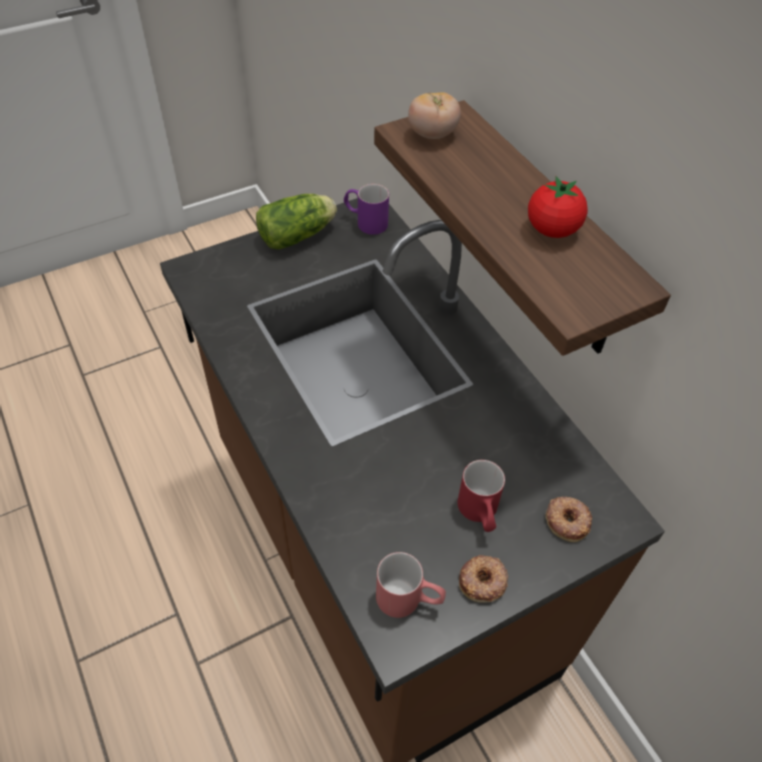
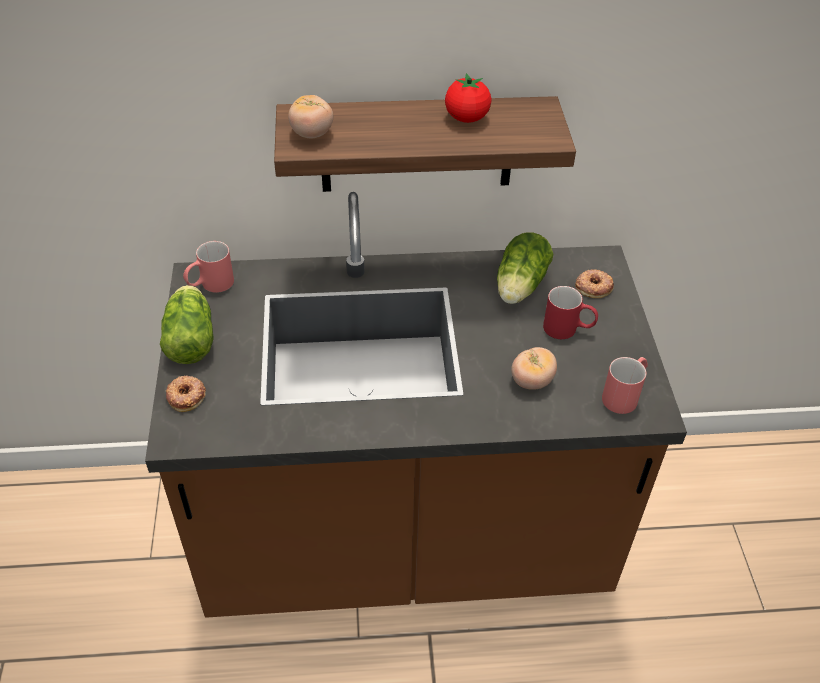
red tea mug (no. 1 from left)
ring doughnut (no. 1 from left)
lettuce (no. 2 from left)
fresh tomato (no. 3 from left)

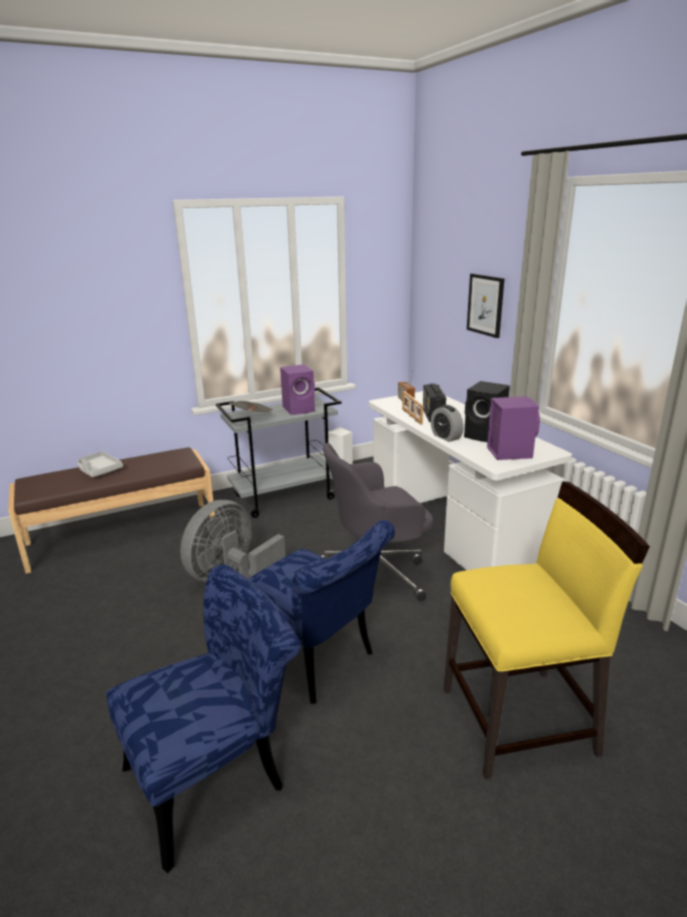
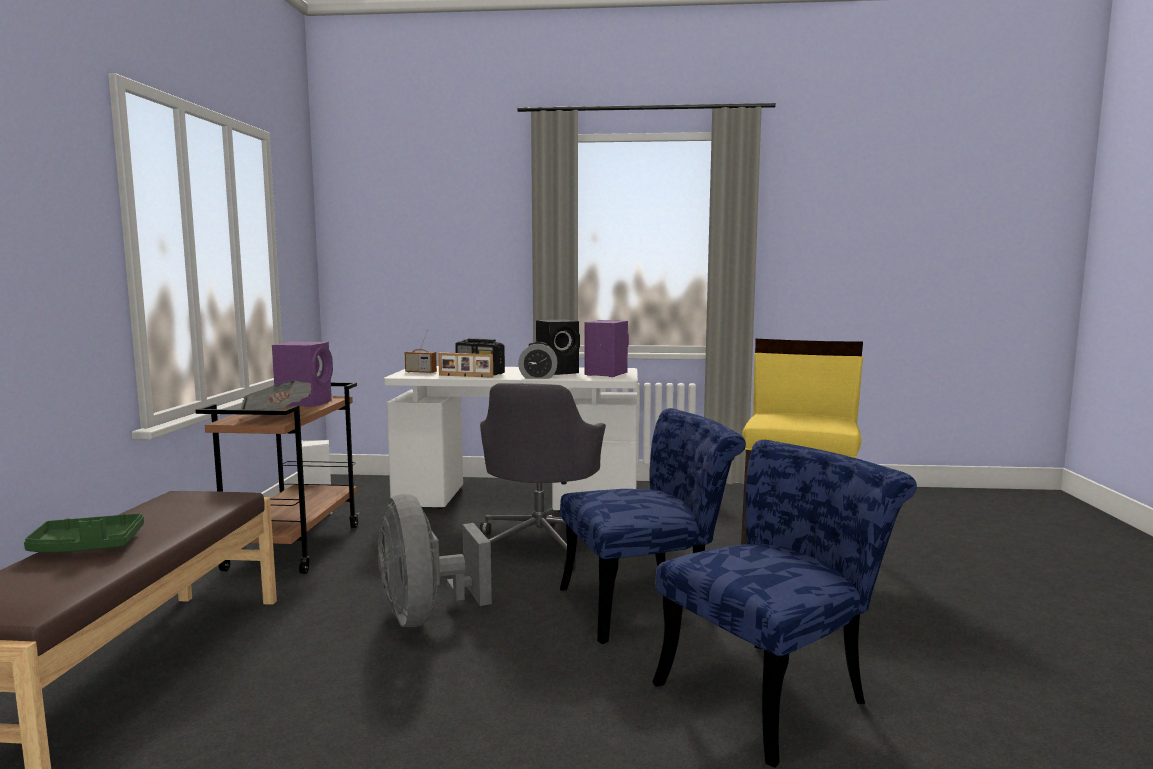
picture
brownish trolley
green-coloured serving tray
blue-coloured chair (no. 2 from left)

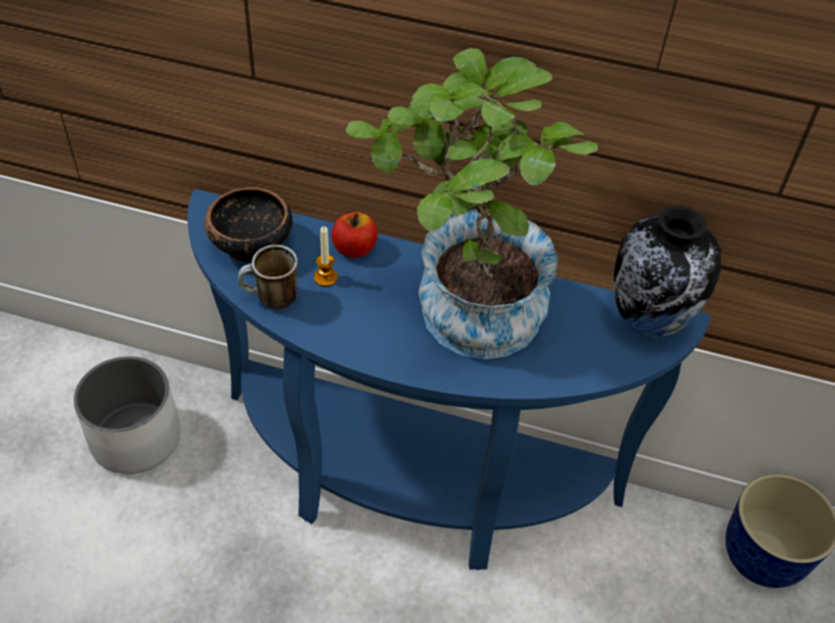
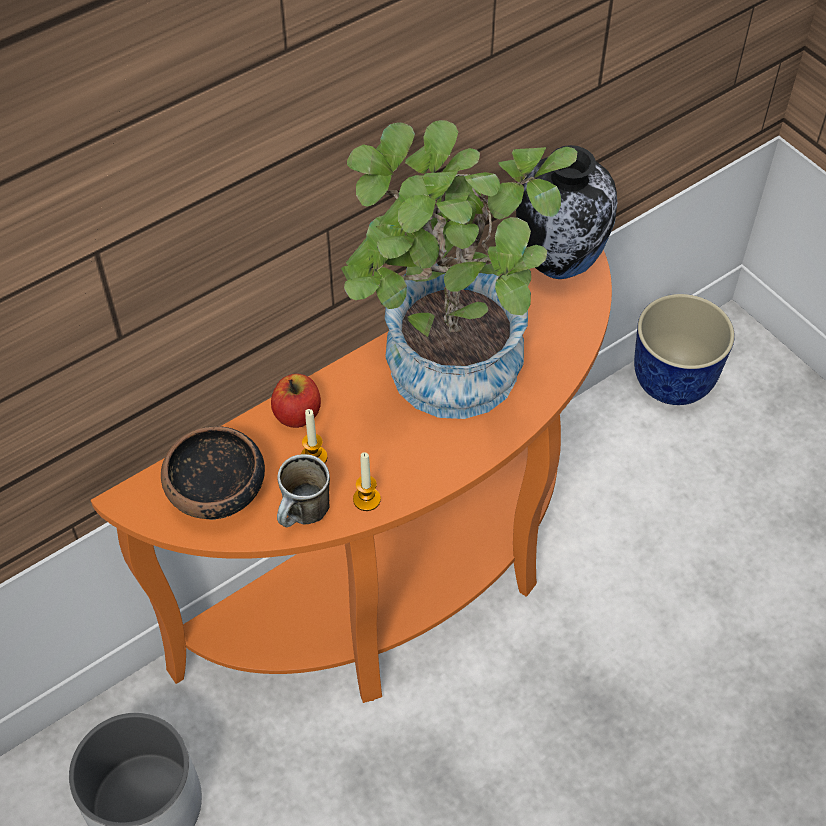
orange narrow table
candle (no. 2 from left)

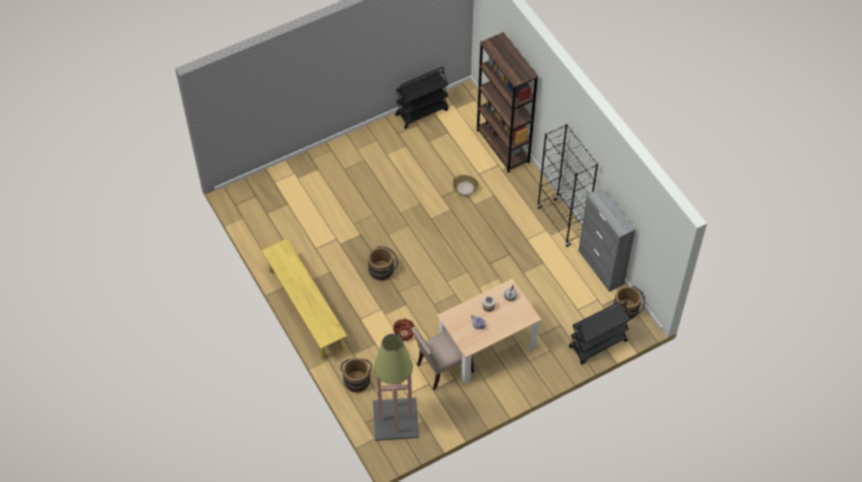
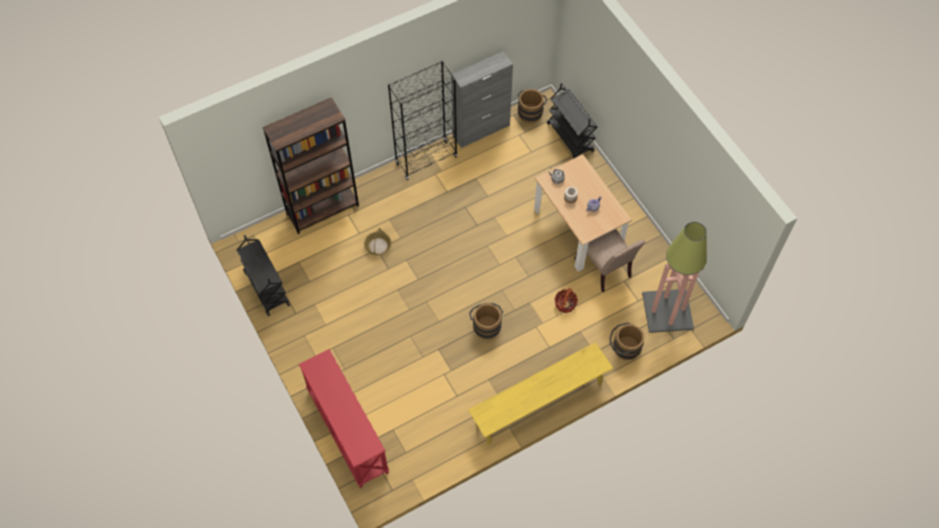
red narrow table

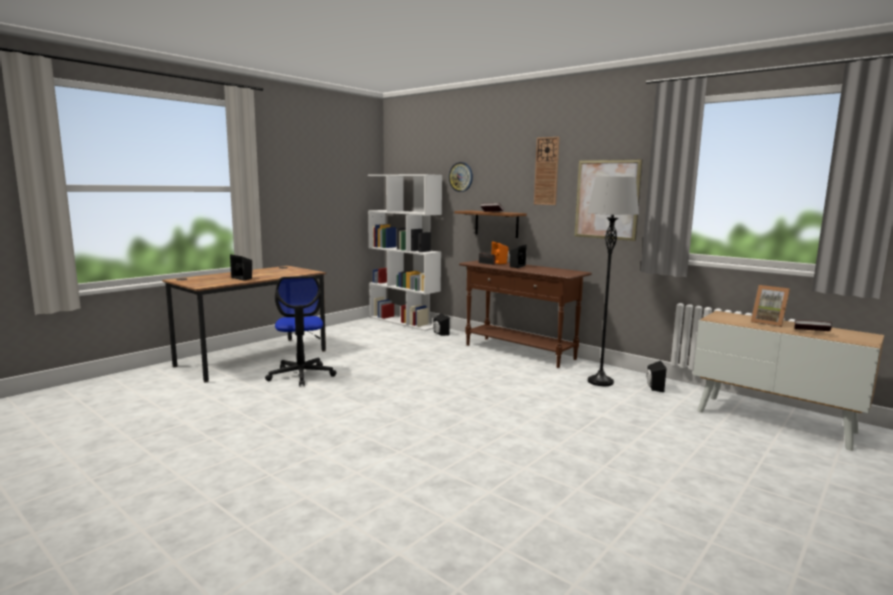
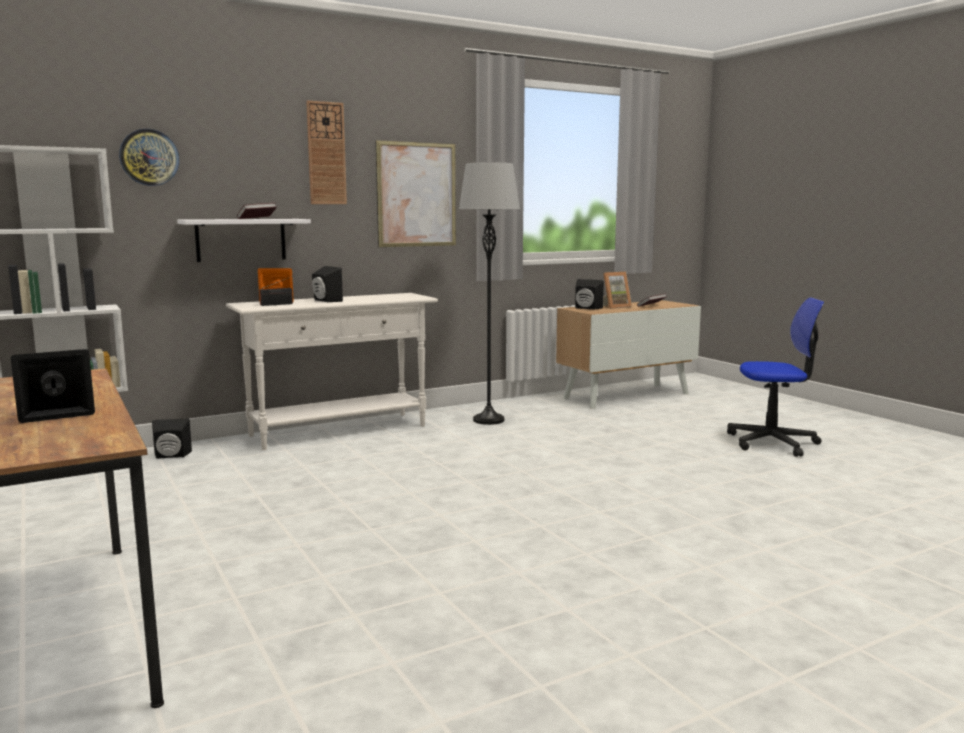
white-coloured bracket shelf
white-coloured narrow table
computer chair
black-coloured speaker (no. 4 from left)

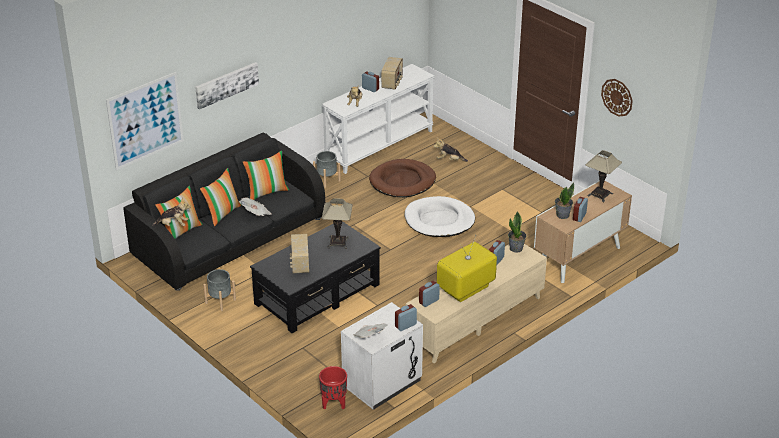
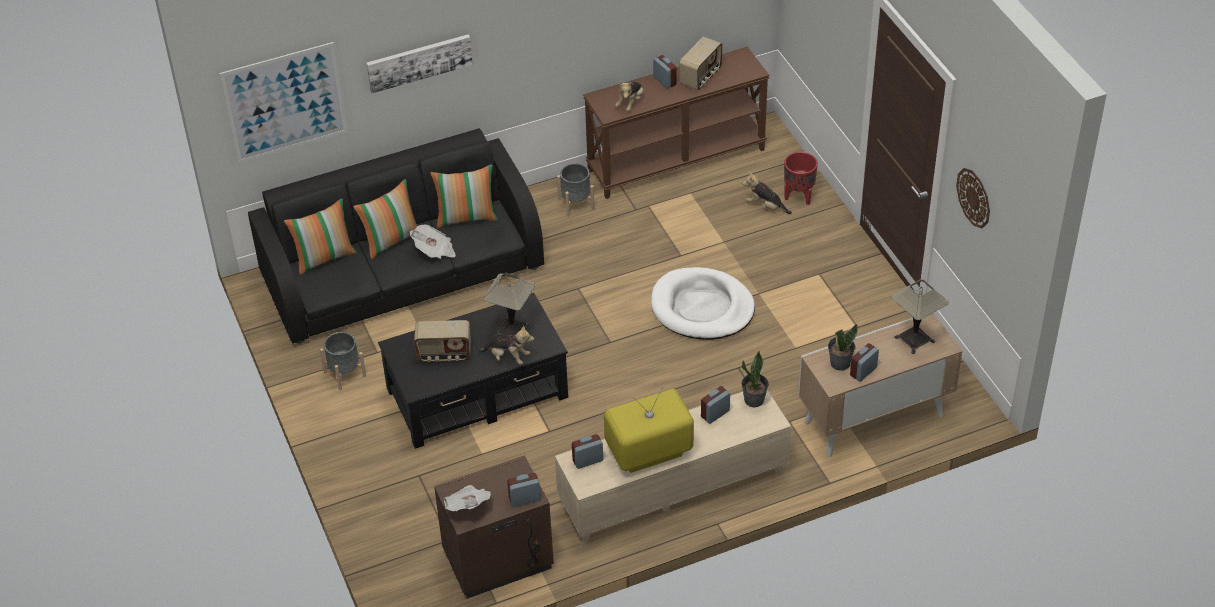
brownish narrow table
brownish dog bed
plush toy (no. 1 from left)
radio (no. 1 from left)
brownish night table
red flower pot

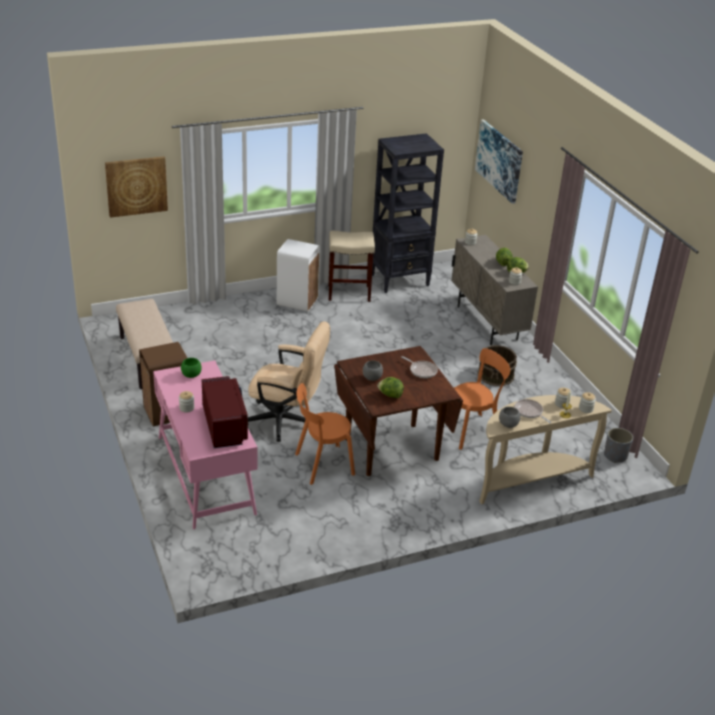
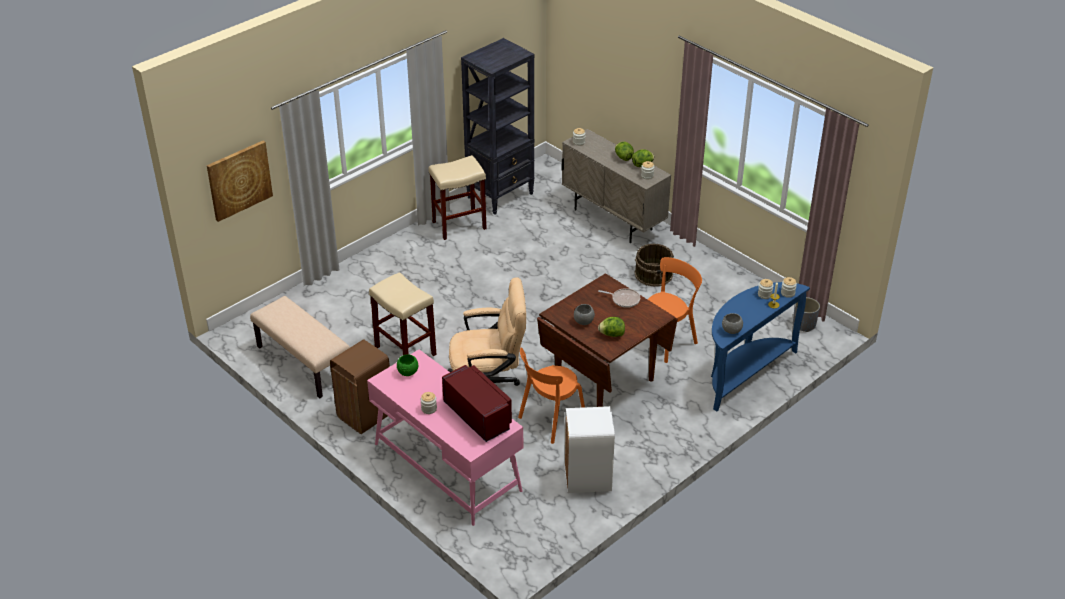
picture (no. 2 from left in the first image)
white-coloured rubbish bin
blue-coloured narrow table
pan (no. 2 from left in the first image)
beige stool (no. 1 from left)

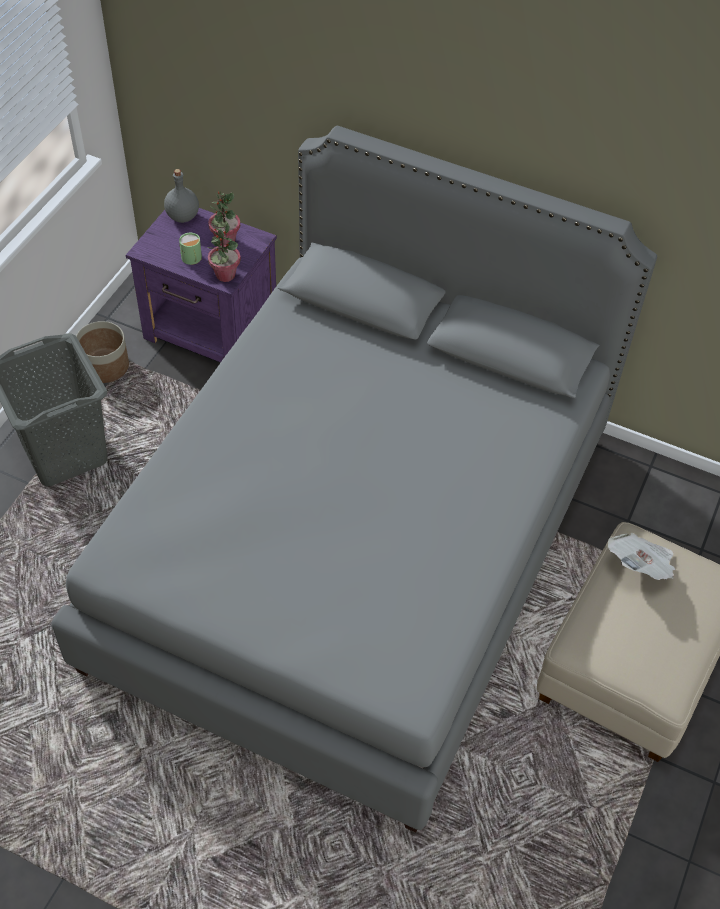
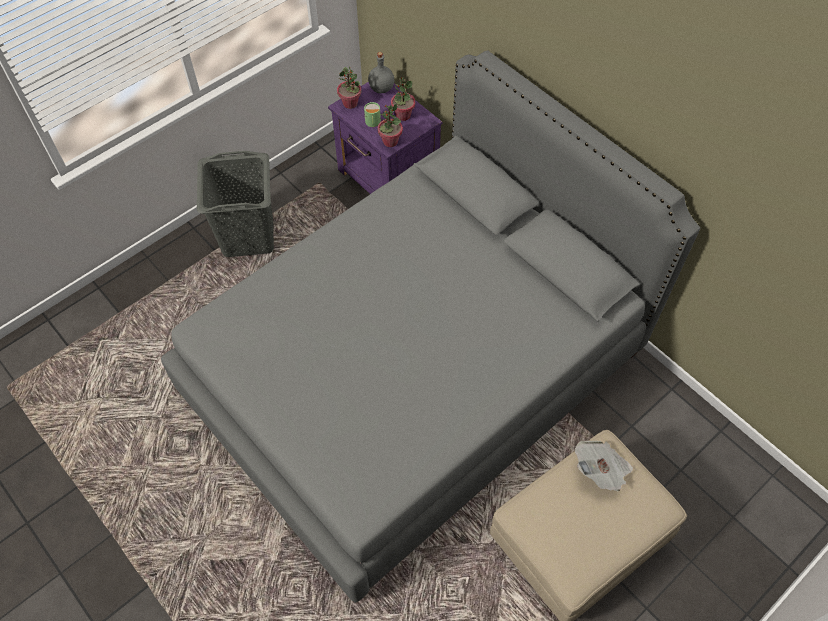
flower pot
potted plant (no. 1 from left)

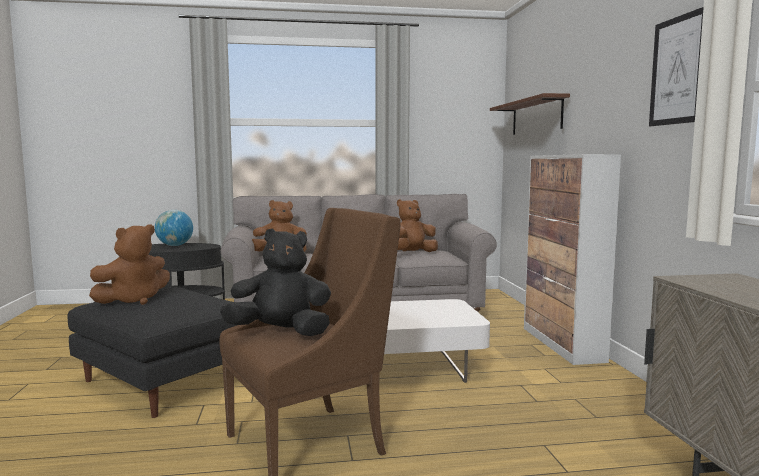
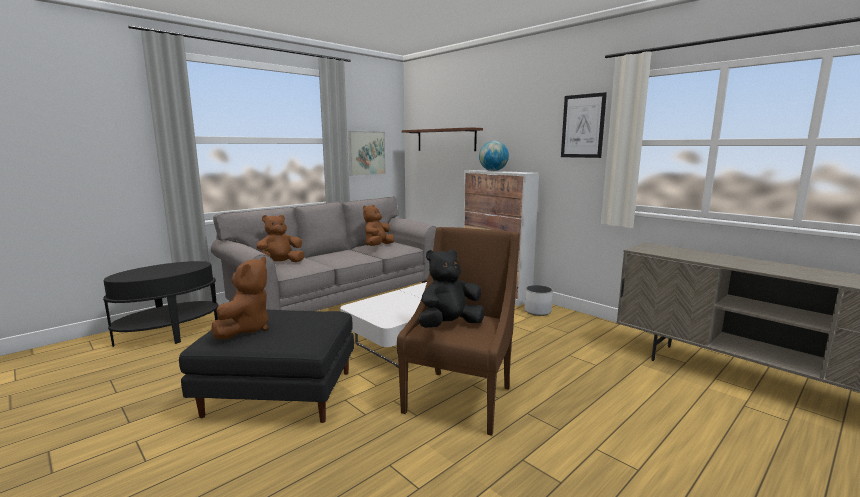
desk globe
picture (no. 1 from left)
white-coloured flower pot

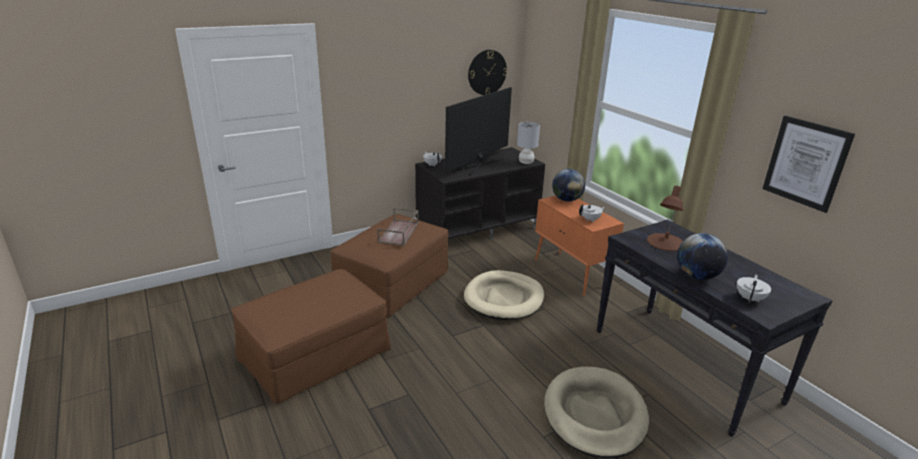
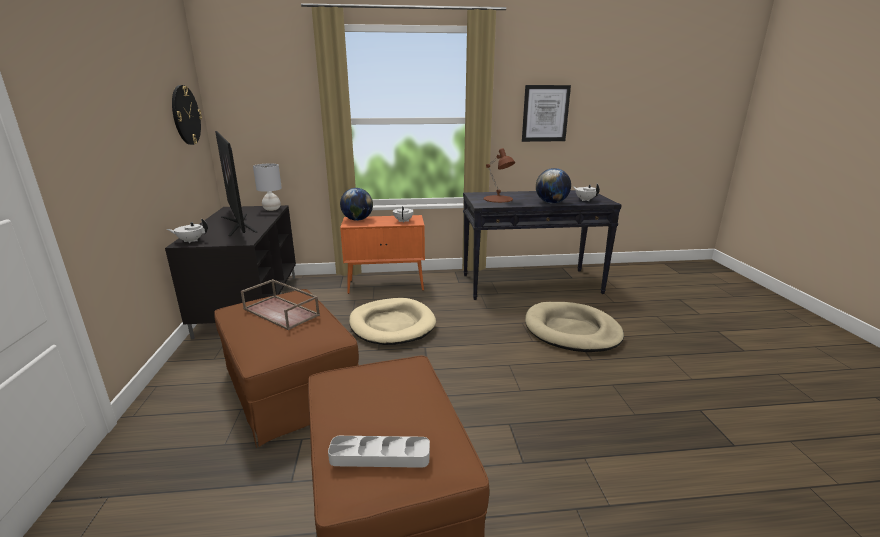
grey serving tray

